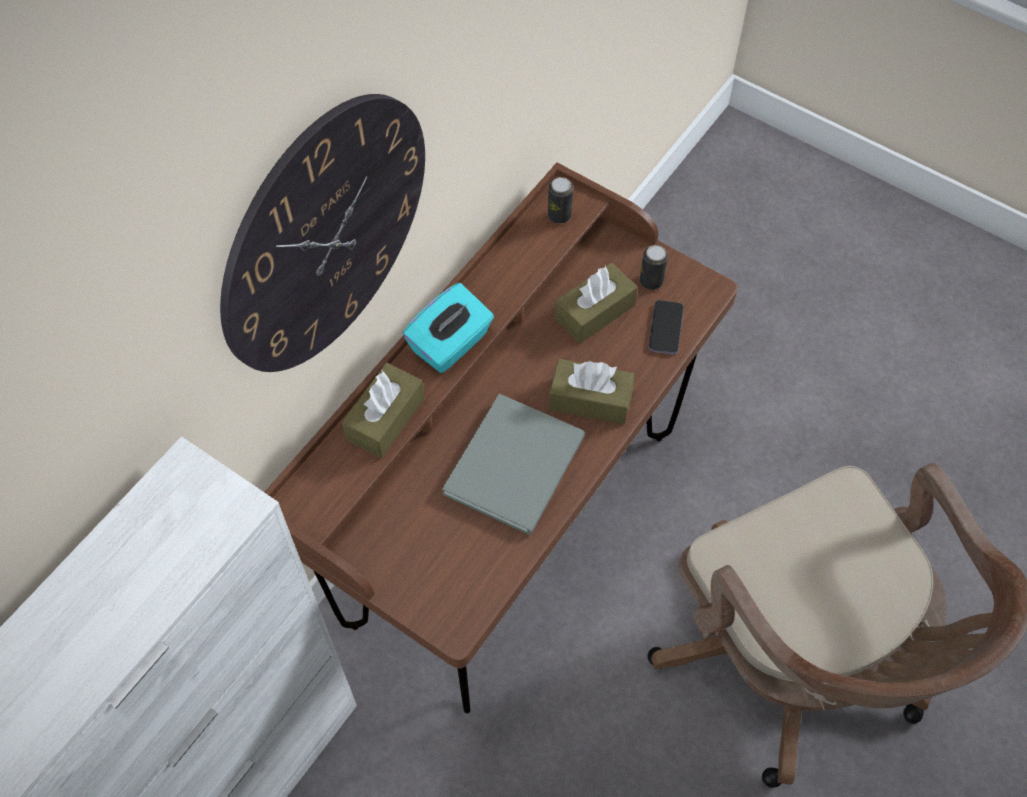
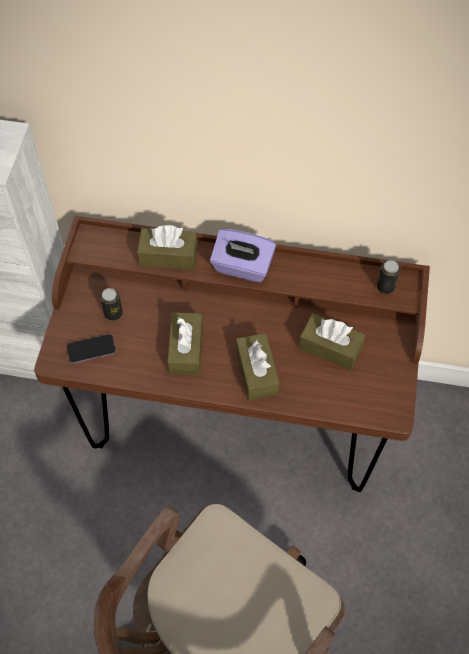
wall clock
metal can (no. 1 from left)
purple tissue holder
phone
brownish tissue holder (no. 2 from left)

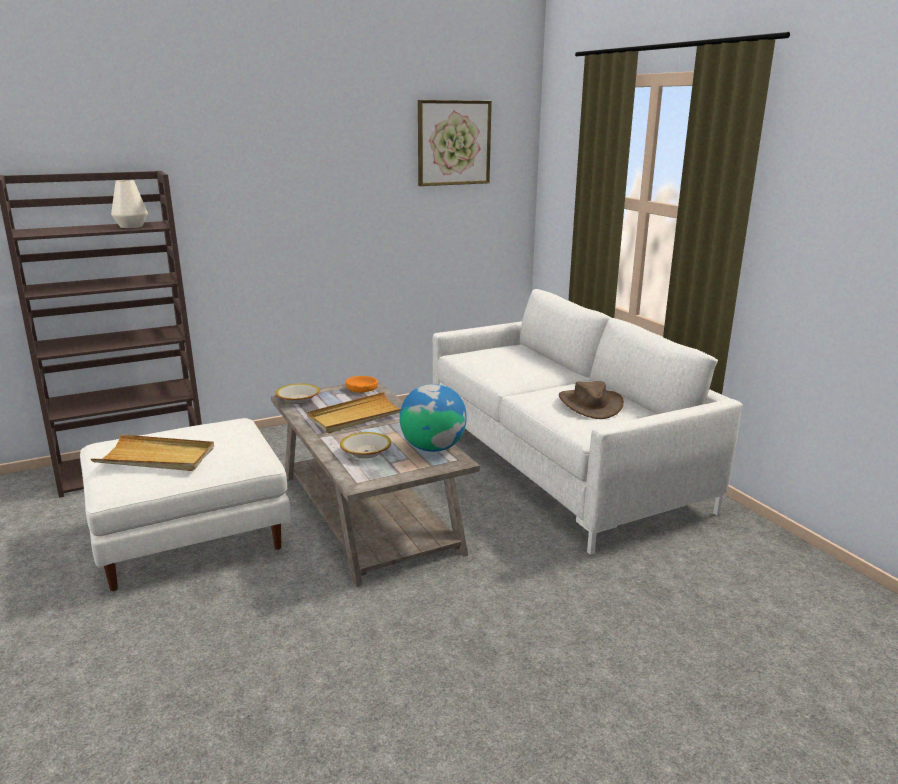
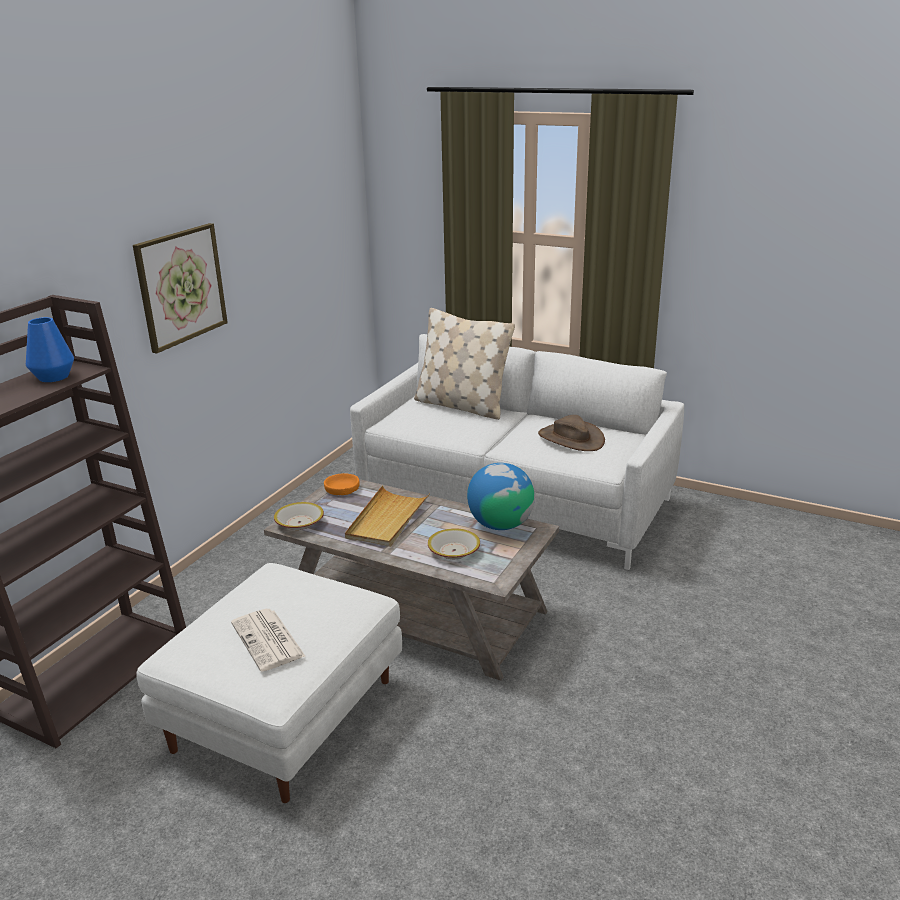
picture
blue-coloured vase
newspaper
beige throw pillow

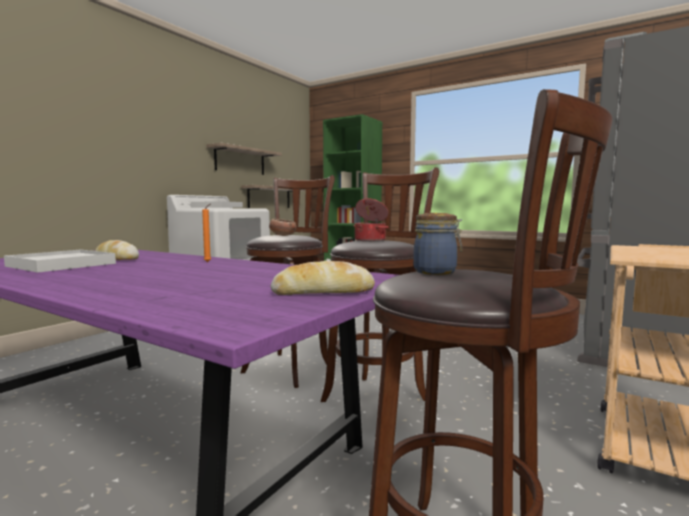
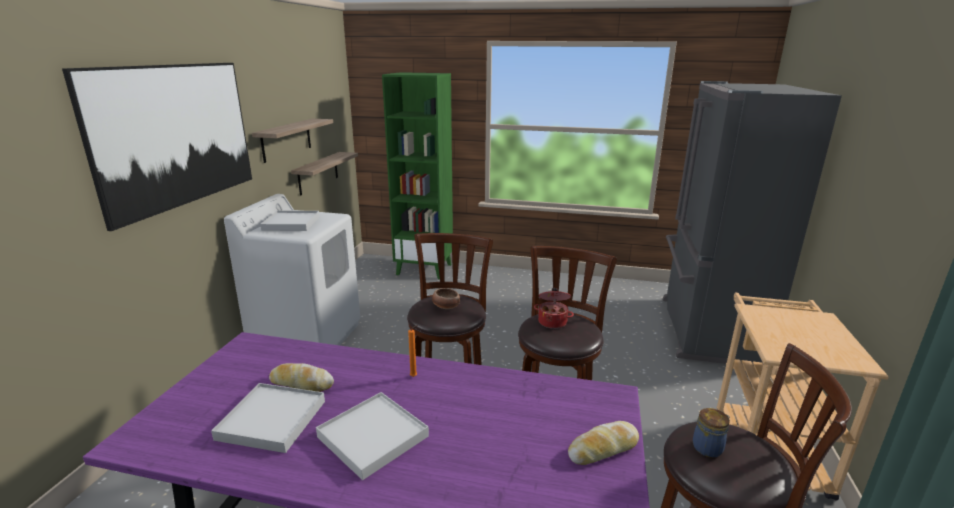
picture
white-coloured serving tray (no. 3 from left)

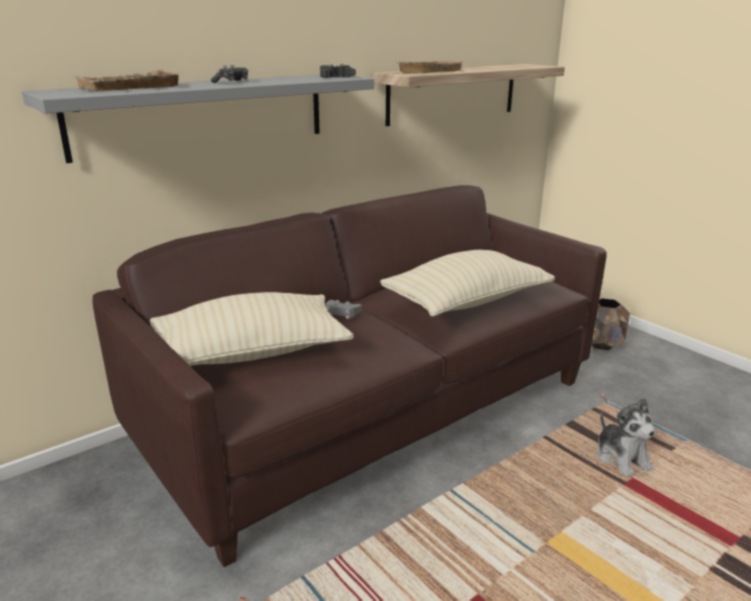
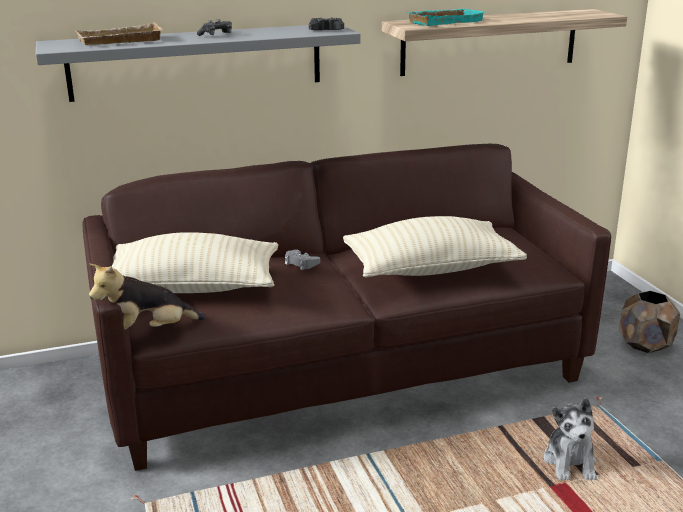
turquoise-coloured serving tray
plush toy (no. 1 from left)

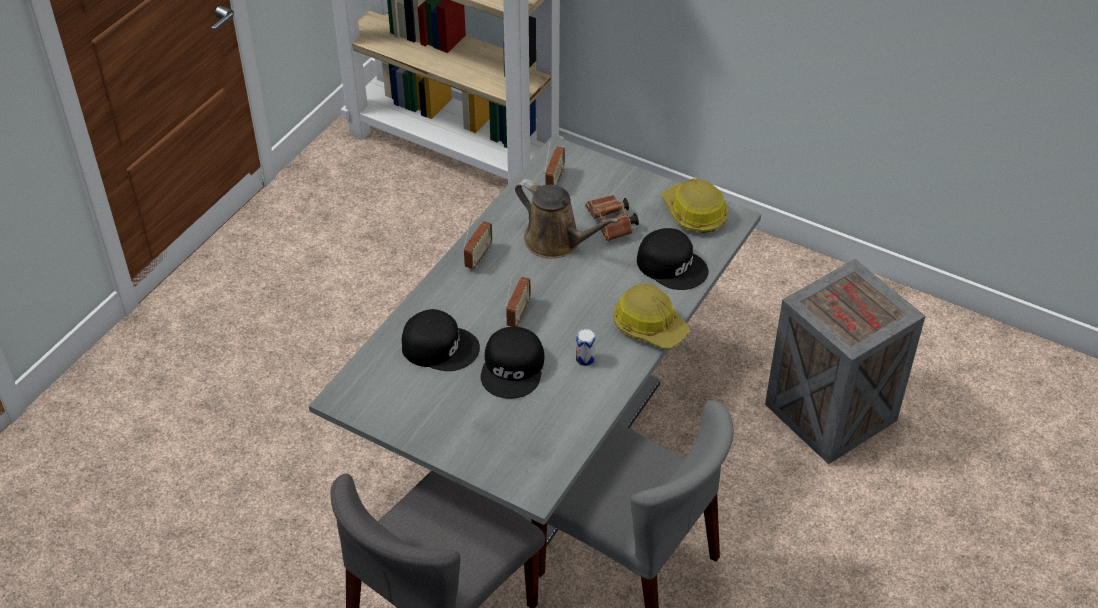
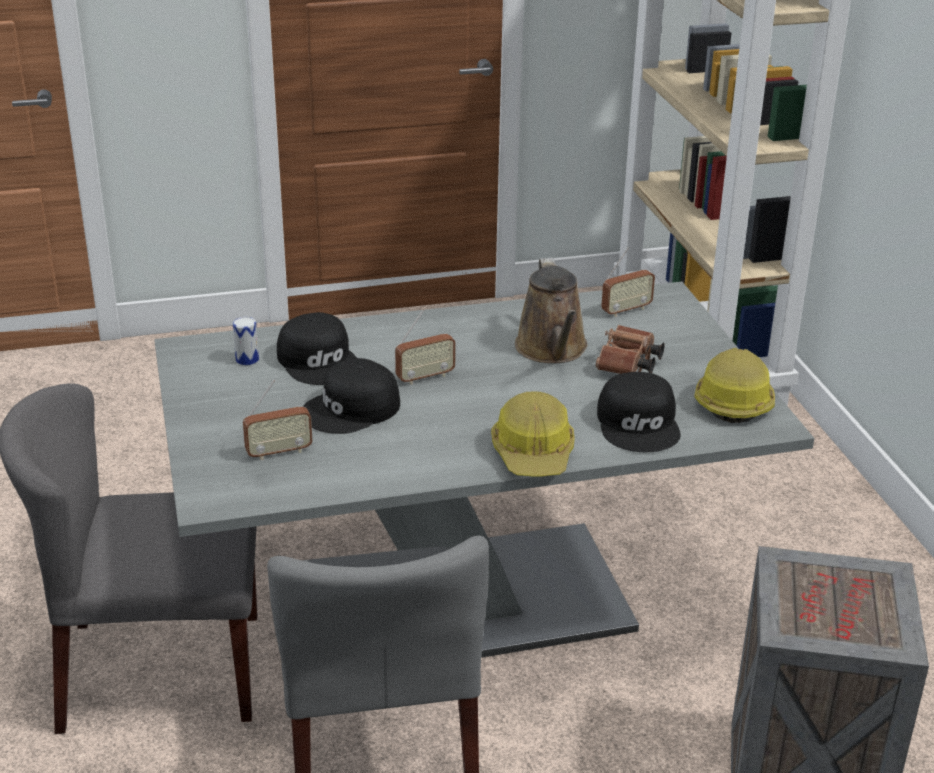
radio (no. 1 from left)
metal can

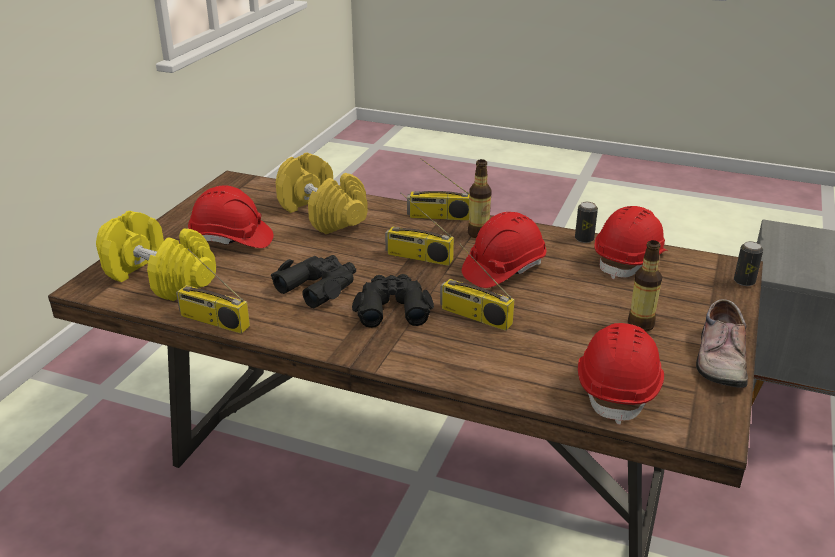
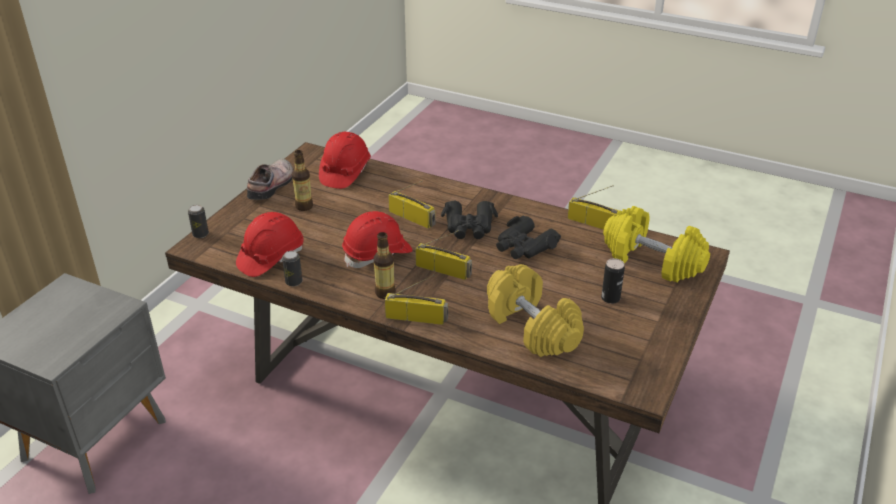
metal can (no. 3 from left)

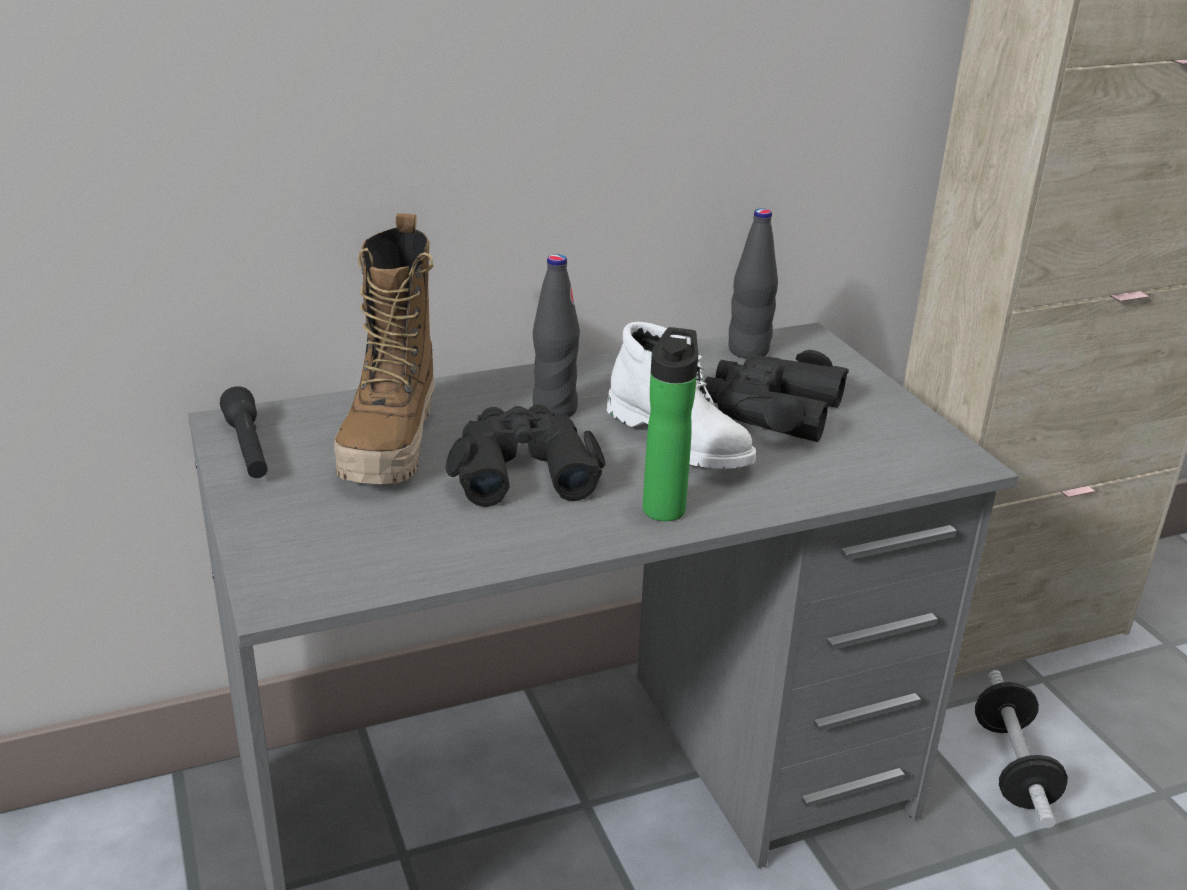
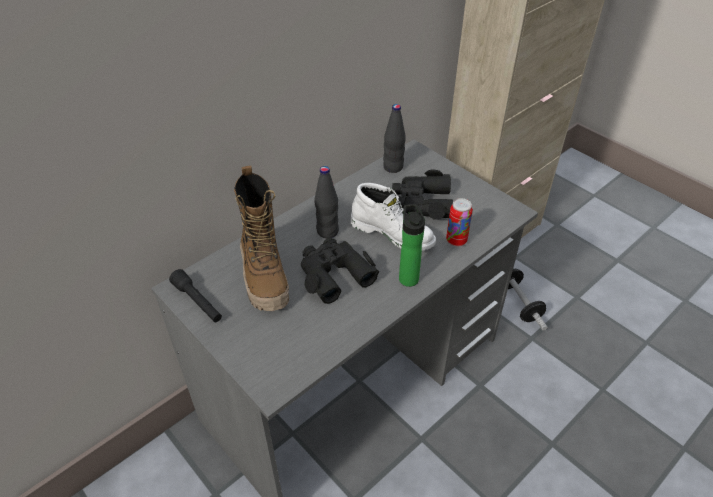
metal can

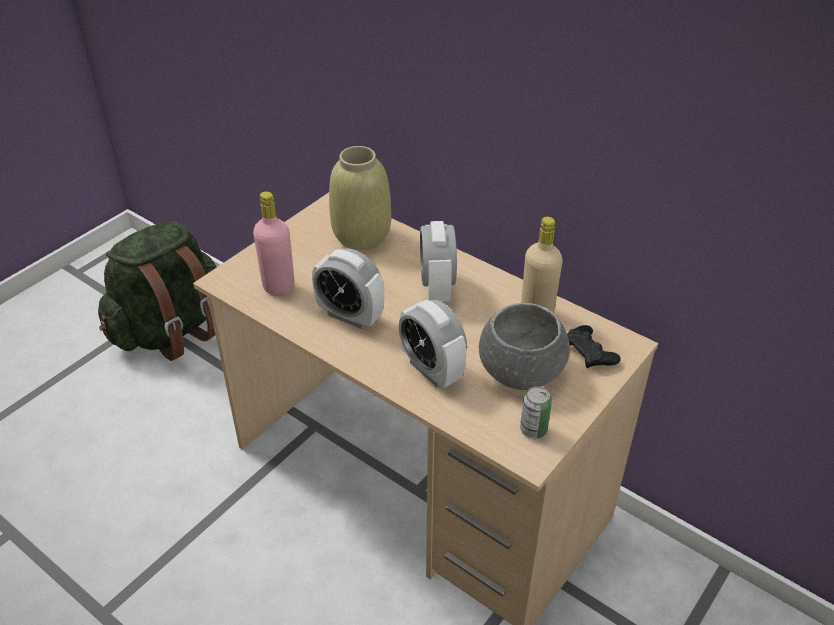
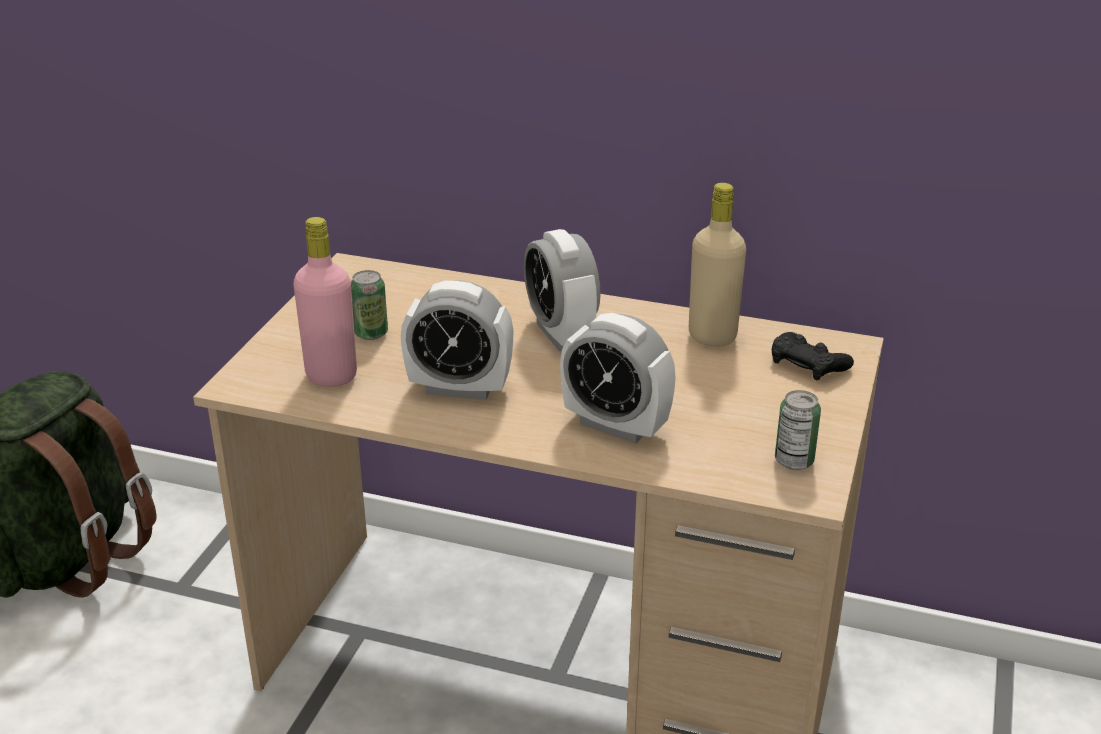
beige vase
grey deep dish
metal can (no. 1 from left)

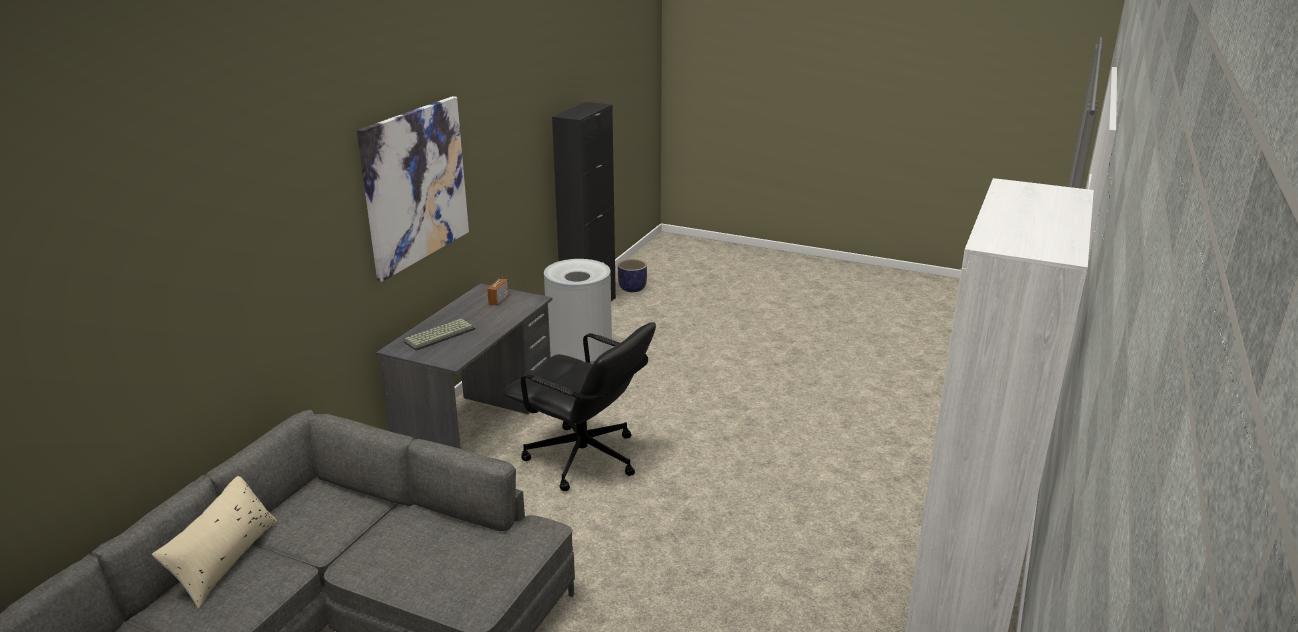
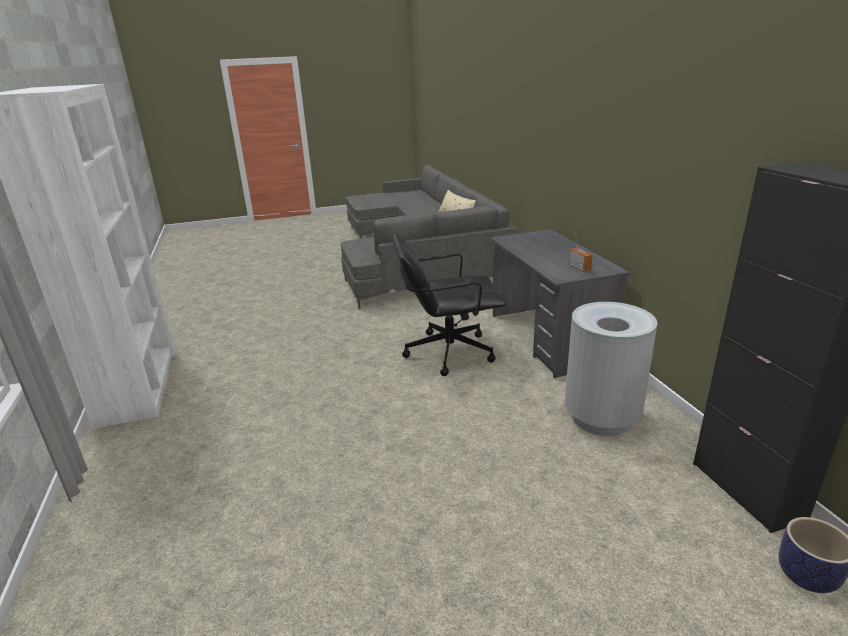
picture
keyboard

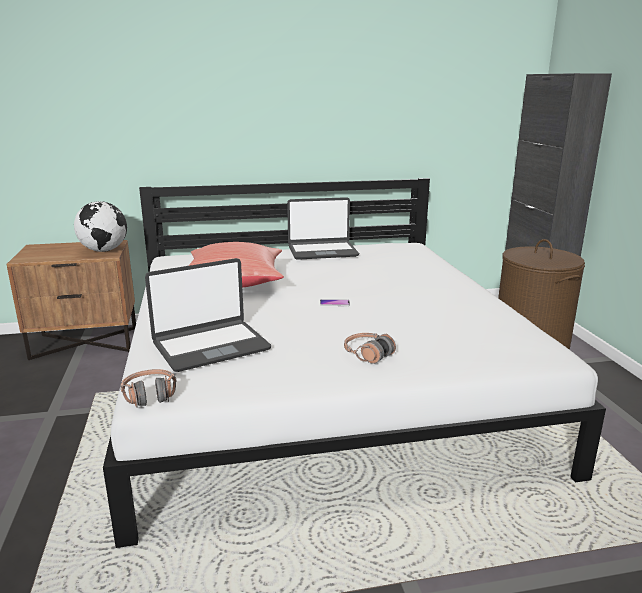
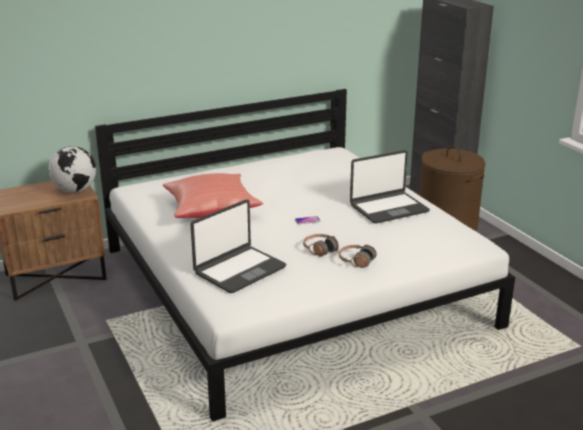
notebook computer (no. 2 from left)
pair of headphones (no. 1 from left)

